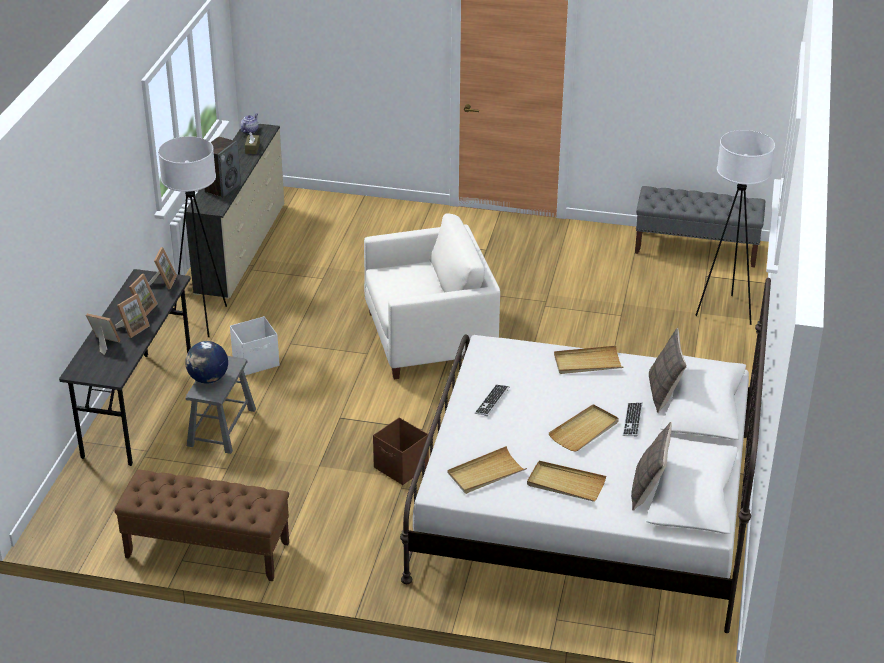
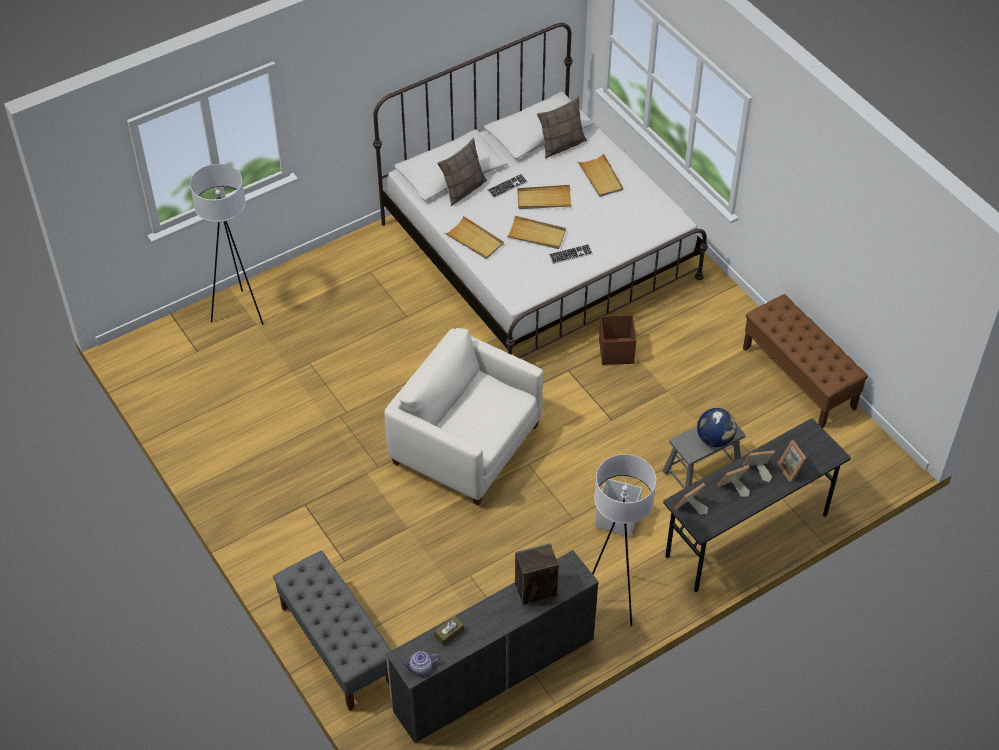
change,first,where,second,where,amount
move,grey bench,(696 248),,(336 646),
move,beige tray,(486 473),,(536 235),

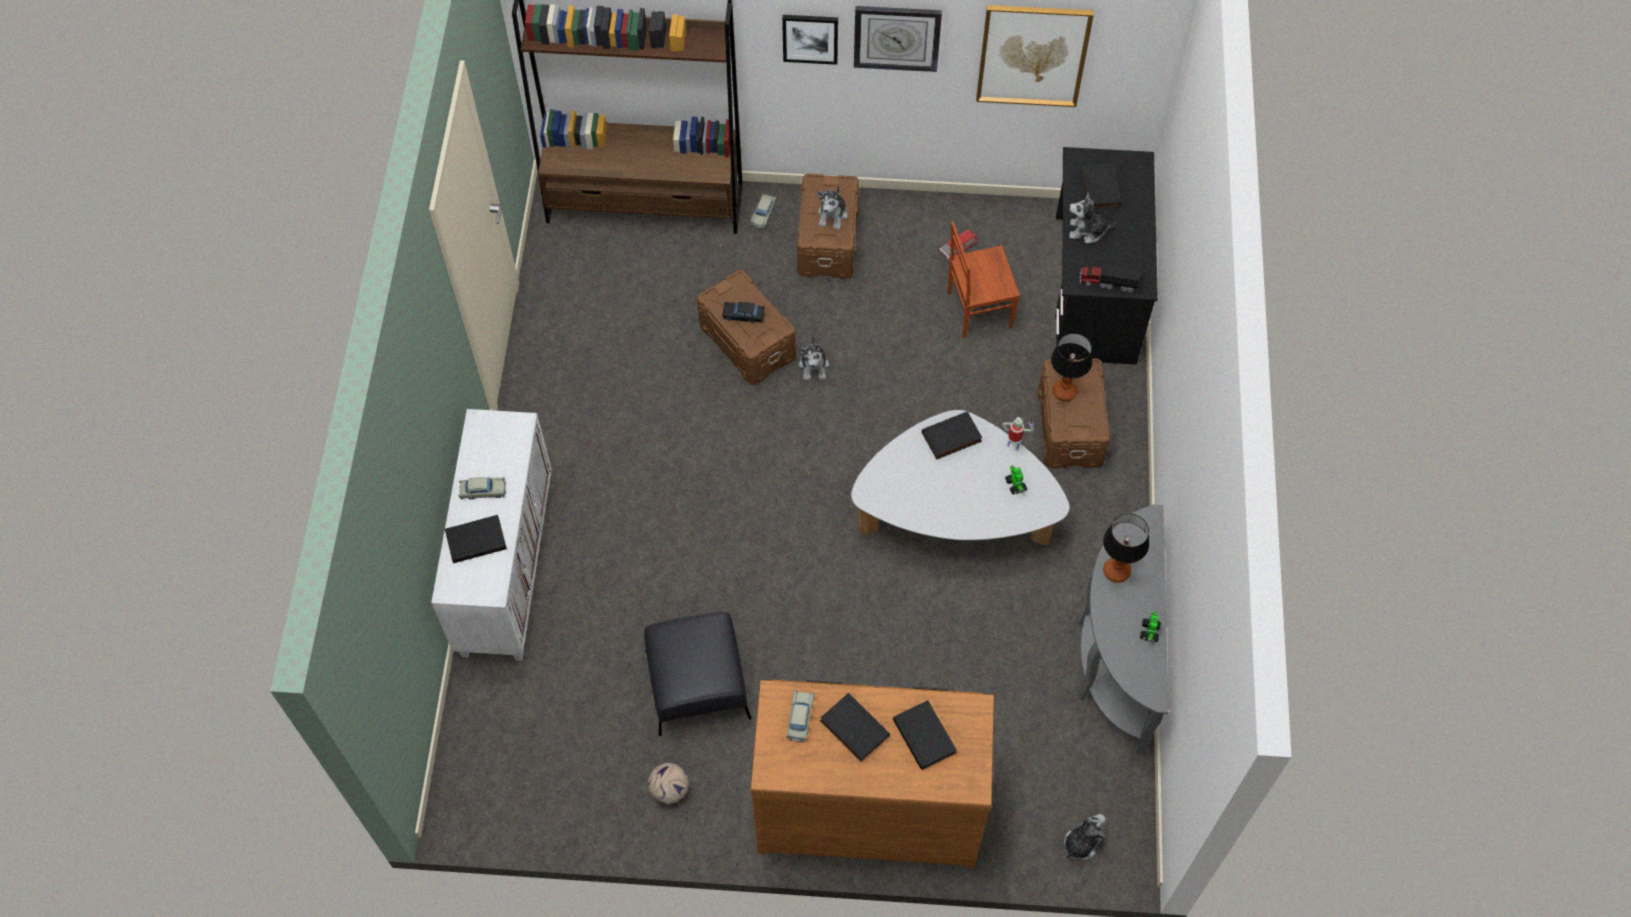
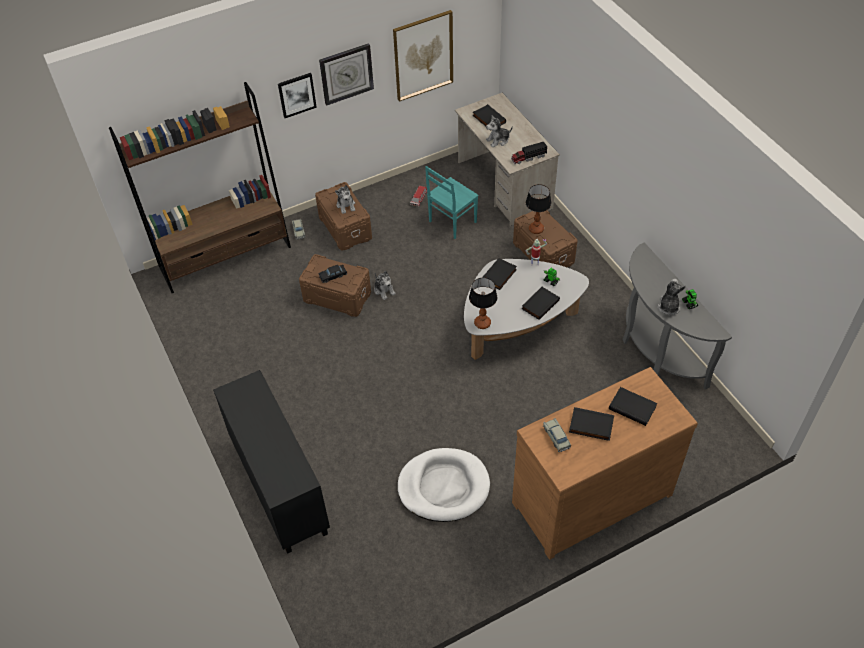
change,first,where,second,where,amount
recolor,white cabinet,(505 566),black cabinet,(278 487),
replace,black ottoman,(698 683),white dog bed,(443 487),
recolor,brown chair,(977 309),turquoise chair,(451 222),
recolor,black desk,(1094 290),beige desk,(504 185),
move,table lamp,(1116 571),,(482 323),
move,black book,(476 539),,(540 304),
move,plush toy,(1081 843),,(668 307),
delete,beige toy car,(483 491),,,
delete,football,(670 789),,,

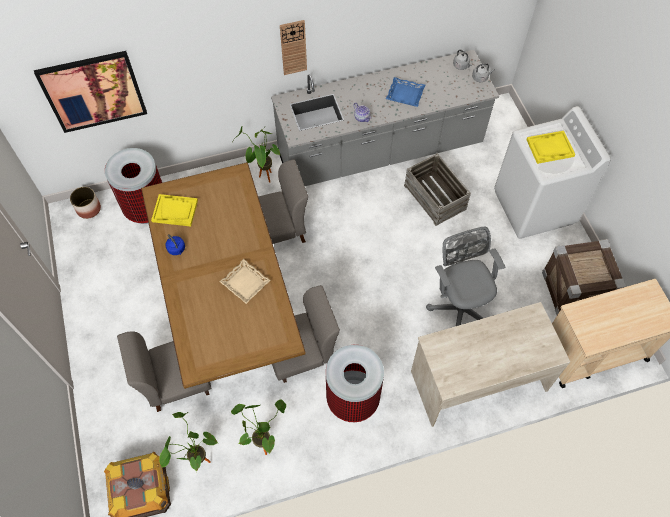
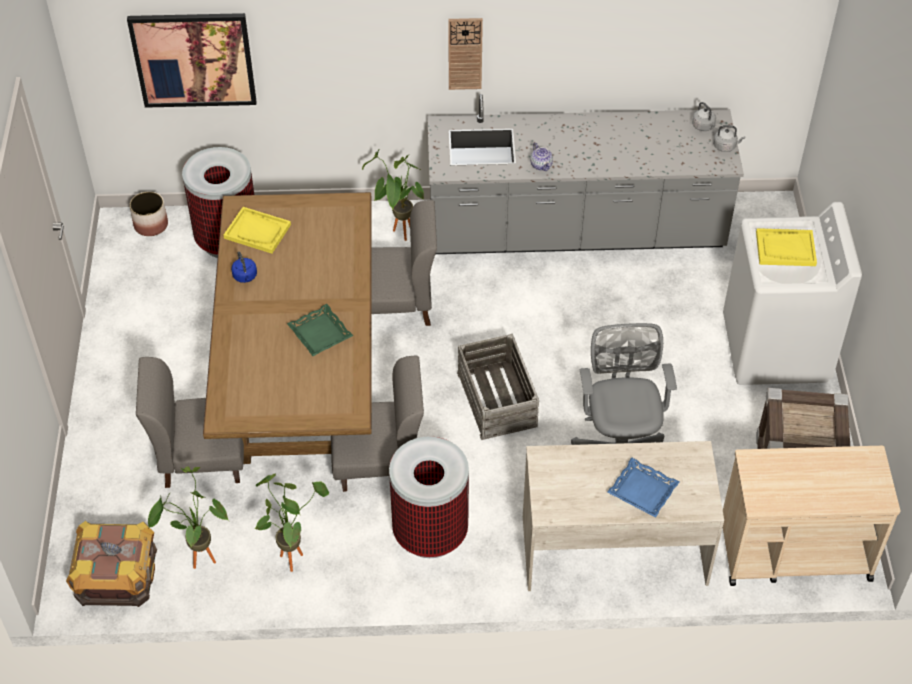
change,first,where,second,where,amount
recolor,beige tray,(245 283),green tray,(319 334),
move,crate,(435 197),,(497 399),
move,blue tray,(405 95),,(642 491),

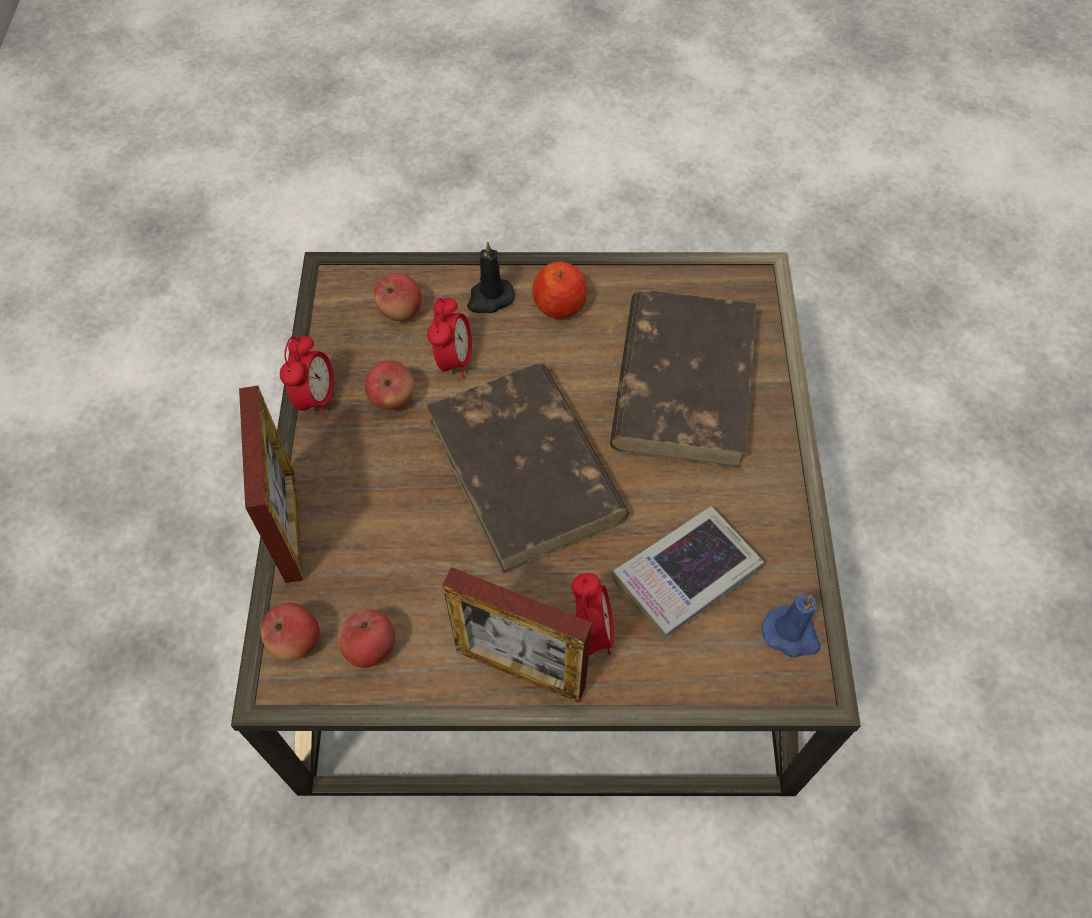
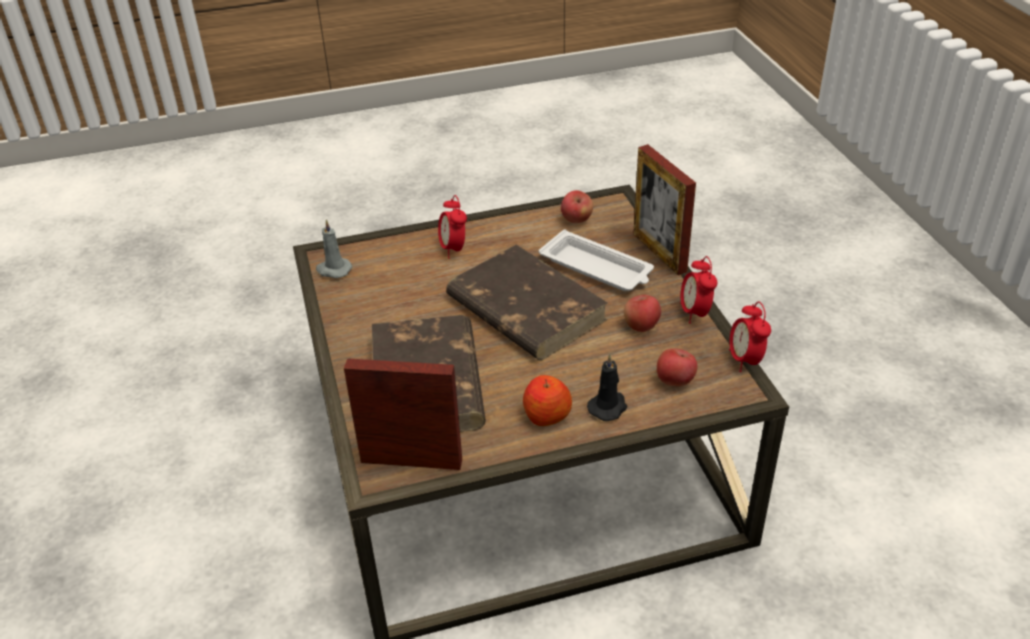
change,first,where,second,where,amount
recolor,blue candle,(791 634),grey candle,(333 270),
move,picture frame,(520 669),,(411 461),
insert,,,white tray,(597 268),
move,alarm clock,(453 360),,(745 360),
delete,apple,(296 641),,,
delete,book,(686 576),,,

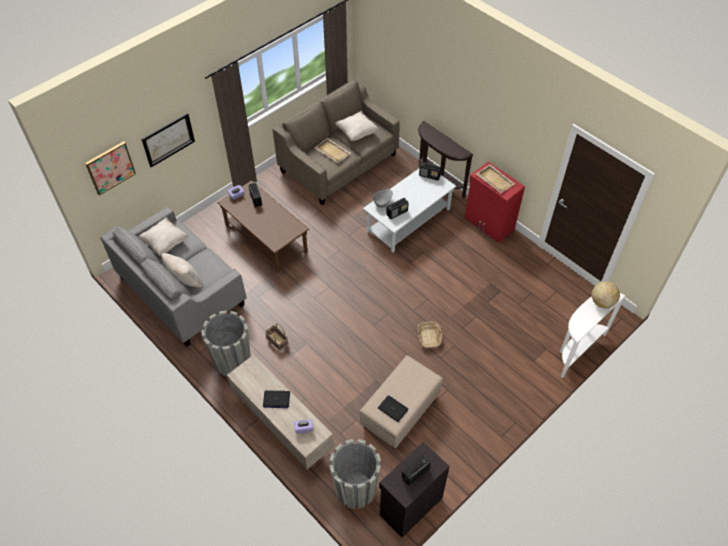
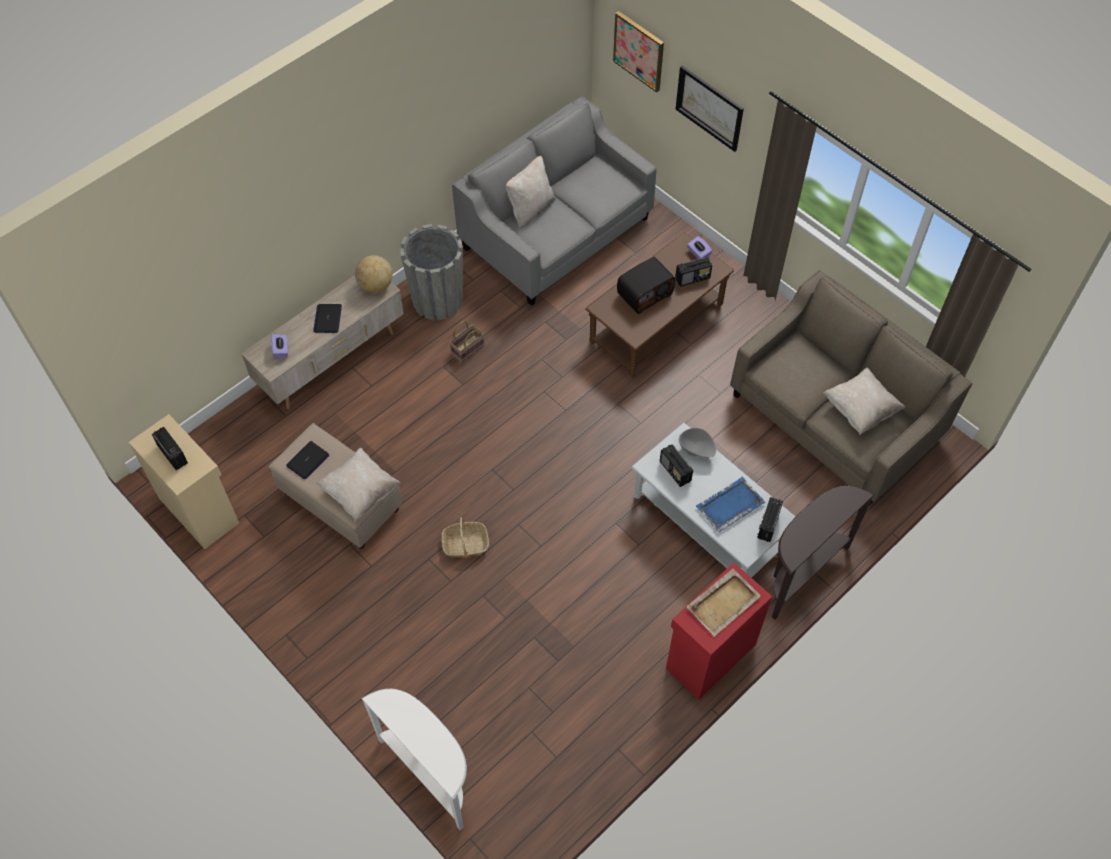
change,first,where,second,where,amount
recolor,black cabinet,(410 506),beige cabinet,(199 509),
move,beige pillow,(165 243),,(360 492),
move,globe,(602 302),,(376 285),
insert,,,radio,(644 293),
insert,,,blue tray,(729 506),
delete,beige tray,(332 151),,,
delete,grey planter,(355 489),,,

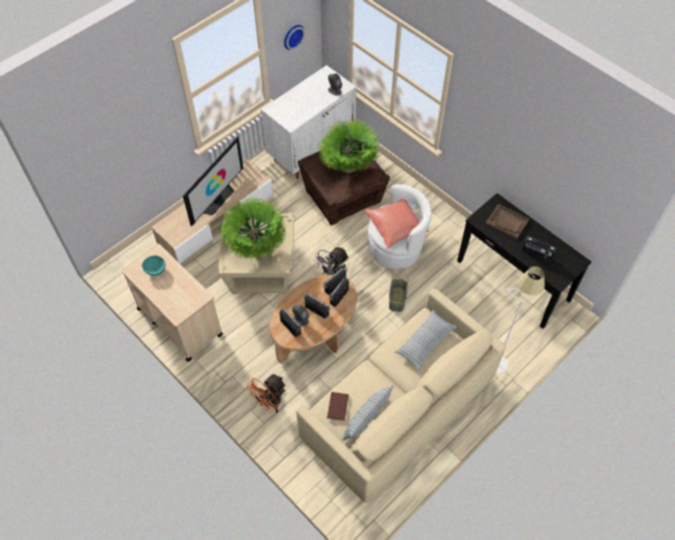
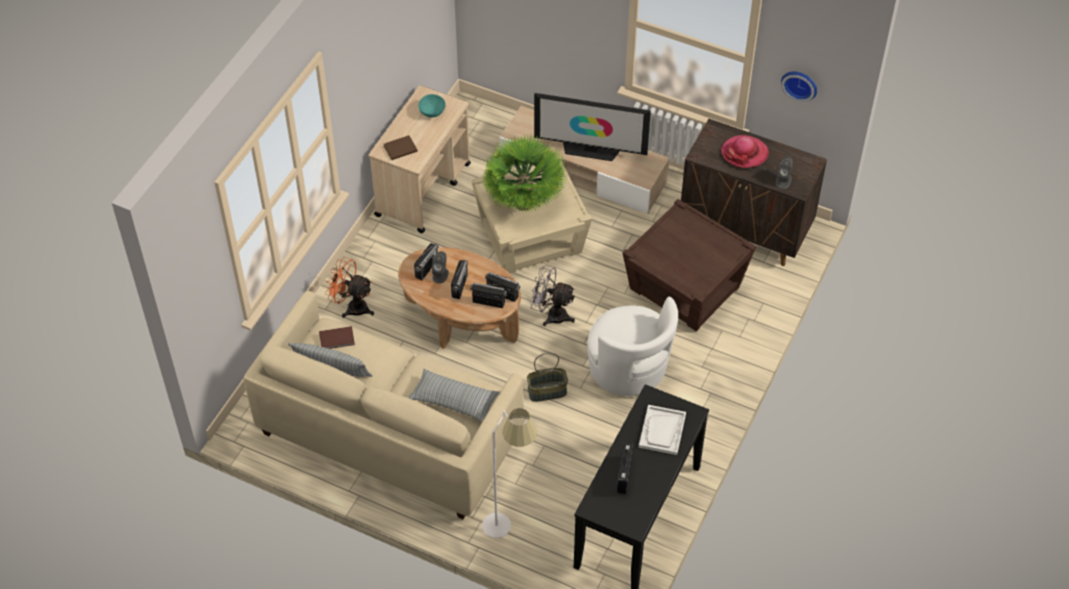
change,first,where,second,where,amount
insert,,,brown book,(399 148),
recolor,brown tray,(507 222),white tray,(662 431),
recolor,white cabinet,(311 150),brown cabinet,(746 231),
insert,,,hat,(744 153),
delete,potted plant,(348 166),,,
delete,red pillow,(396 227),,,

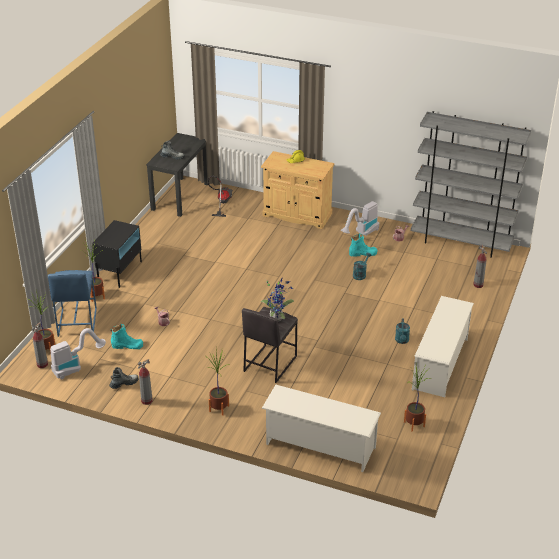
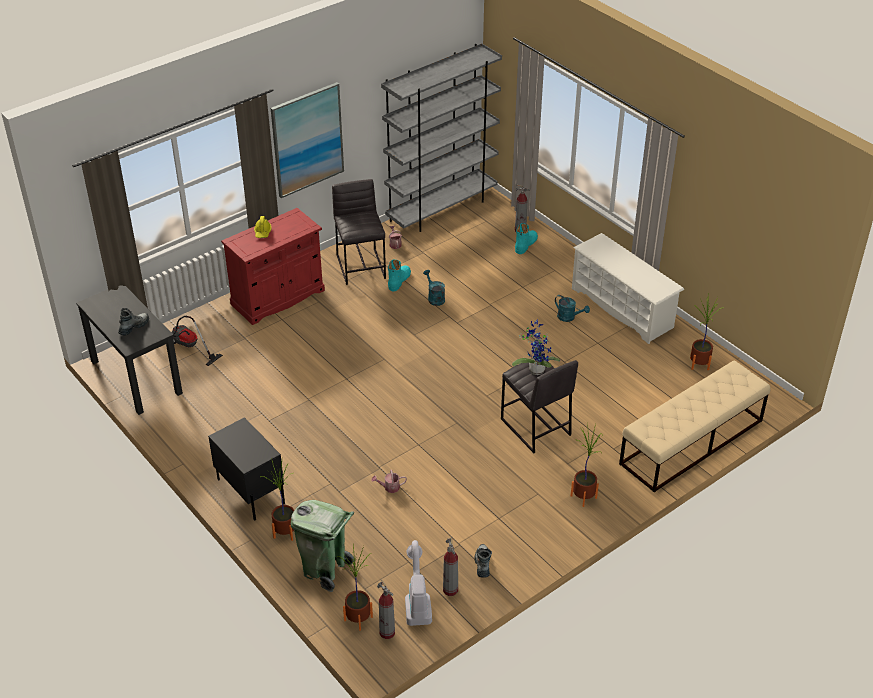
change,first,where,second,where,amount
recolor,beige cabinet,(297 215),red cabinet,(278 297),
insert,,,picture,(307 140),
replace,blue stool,(76 322),green trash can,(325 570),
replace,vacuum cleaner,(361 233),grey stool,(361 266),
move,fire extinguisher,(146 401),,(450 590),
move,turquoise boot,(127 346),,(525 244),
replace,white shoe rack,(319 446),beige bench,(691 442),

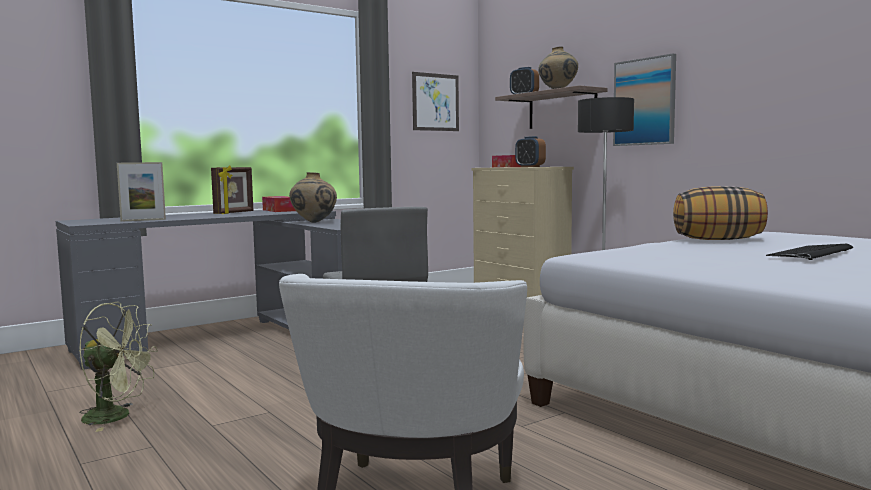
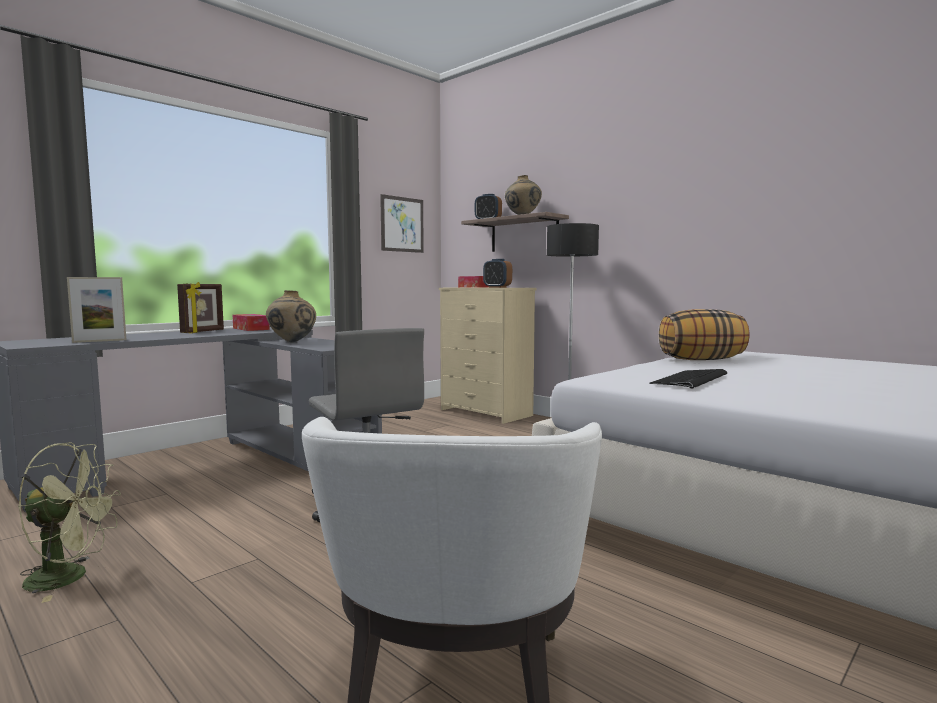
change,first,where,second,where,amount
move,keyboard,(811 253),,(690 380),
delete,picture,(644 102),,,

